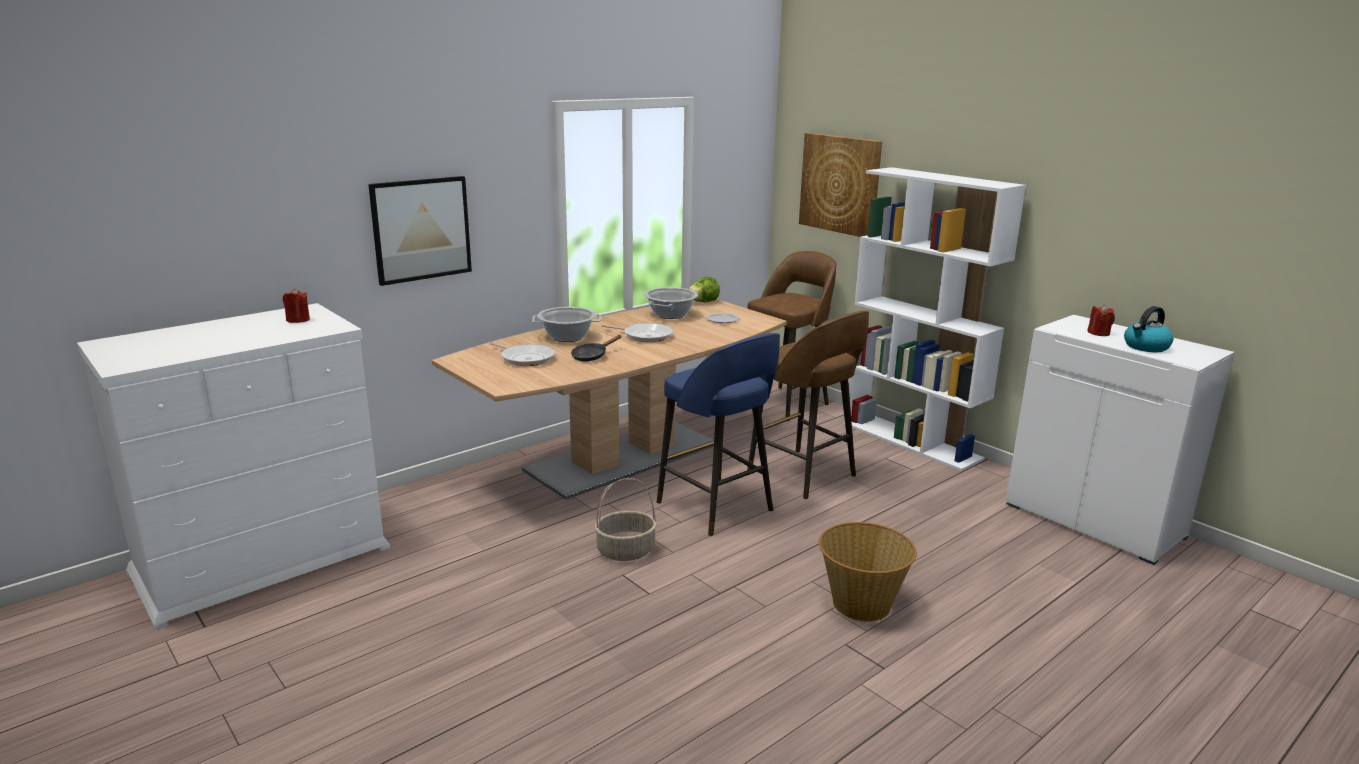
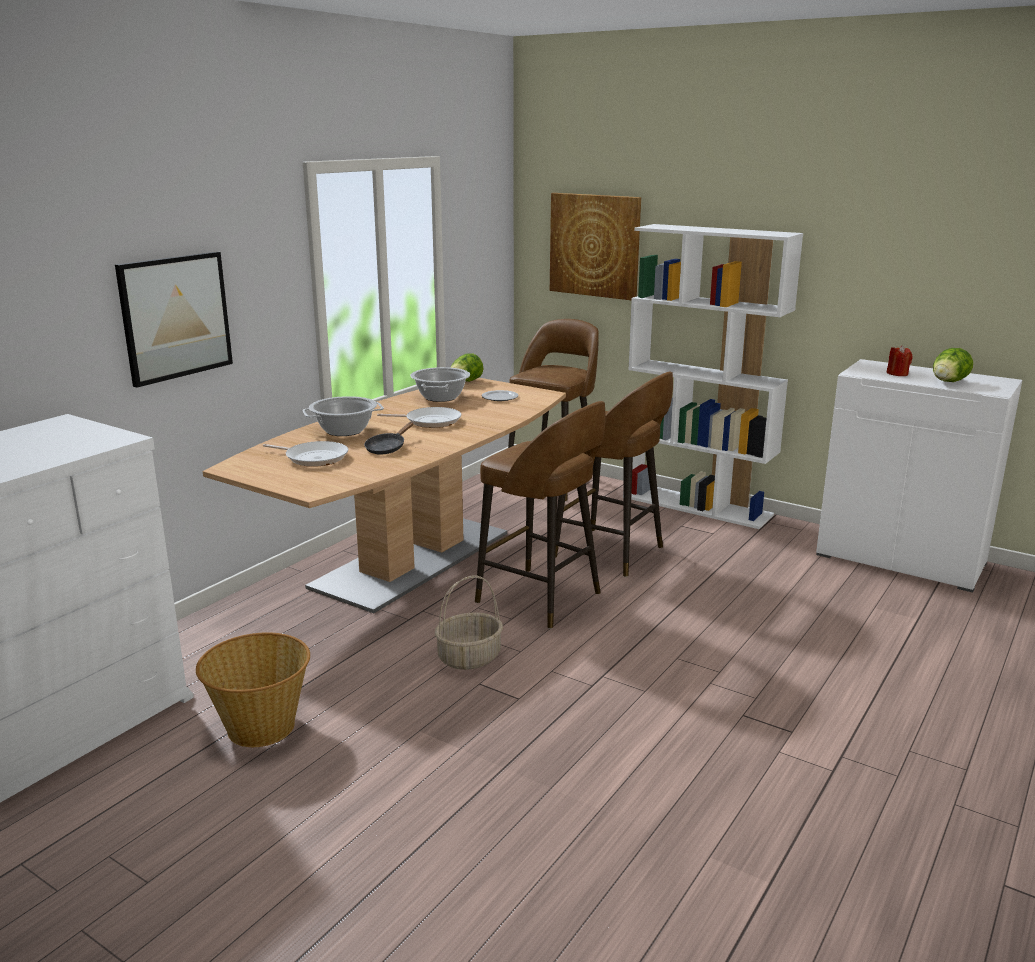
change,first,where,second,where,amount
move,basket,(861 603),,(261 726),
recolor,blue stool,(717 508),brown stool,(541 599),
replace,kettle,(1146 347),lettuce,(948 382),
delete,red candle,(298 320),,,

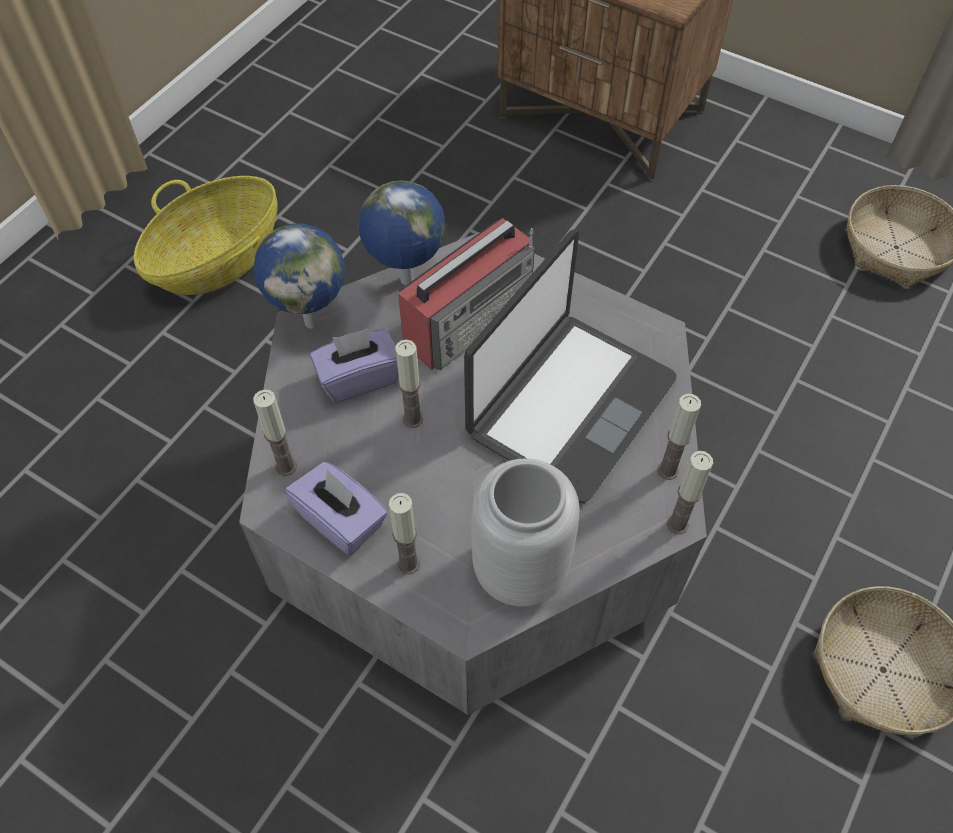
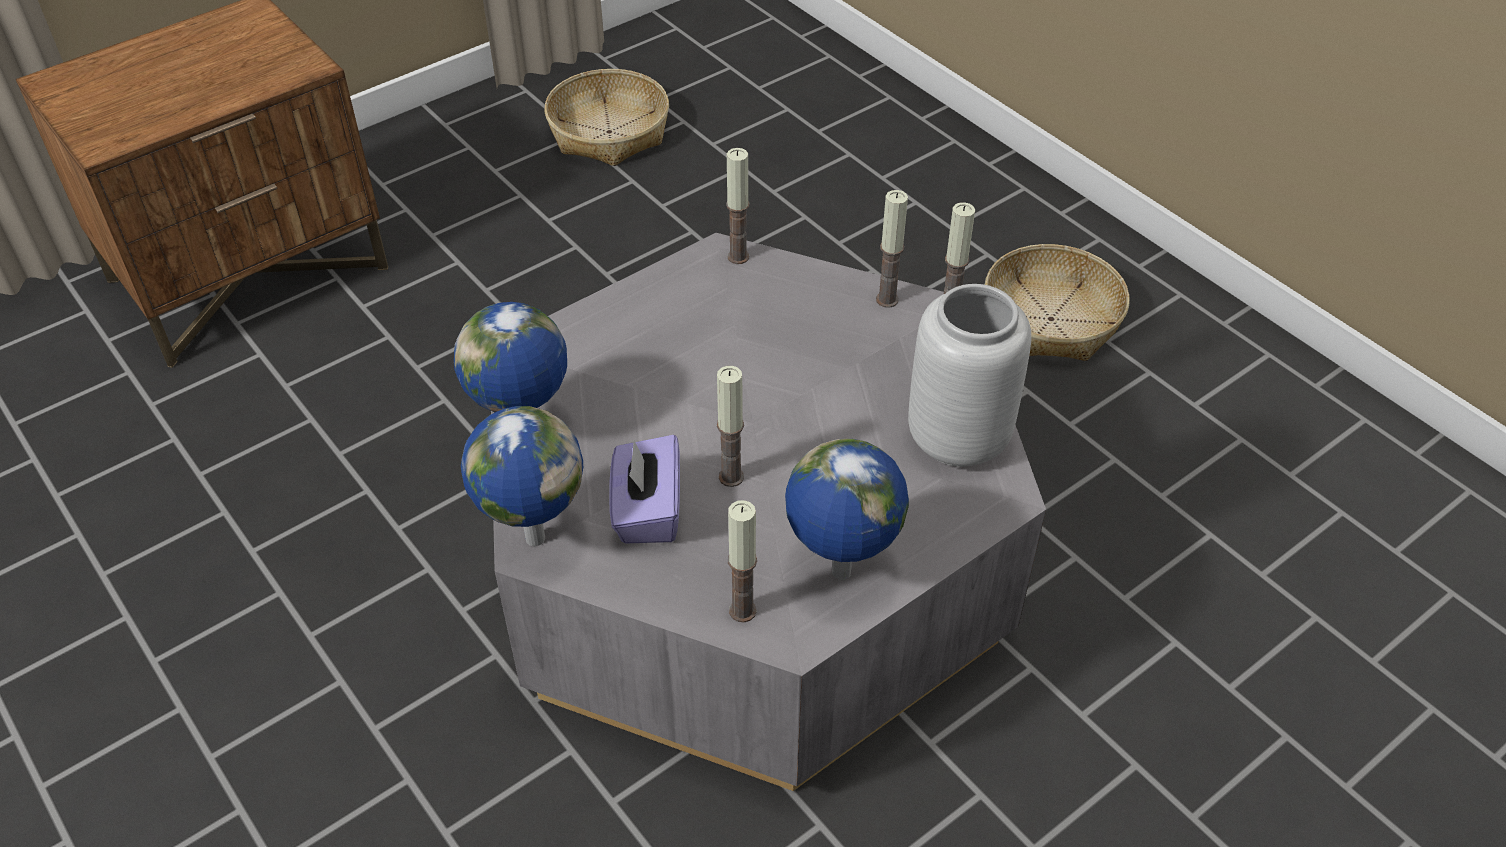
change,first,where,second,where,amount
move,candle,(409 563),,(738 257),
replace,purple tissue box,(341 520),globe,(840 574),
delete,basket,(217 260),,,
delete,radio,(470 319),,,
delete,laptop,(569 405),,,

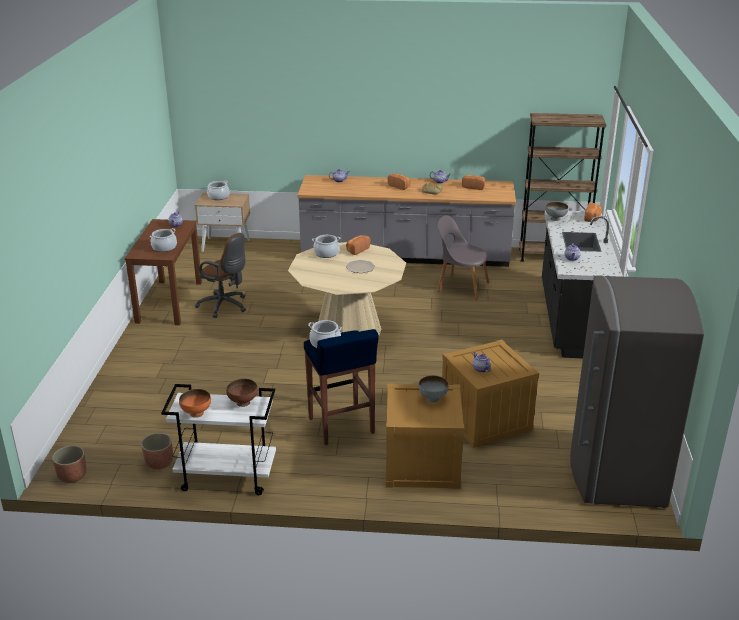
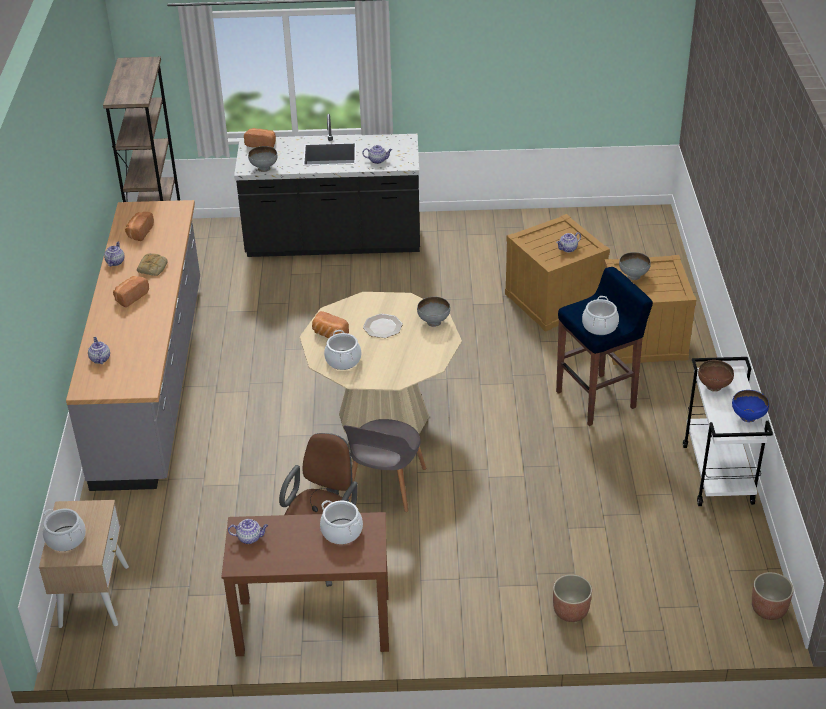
change,first,where,second,where,amount
move,grey chair,(460 286),,(385 486),
insert,,,grey bowl,(433 322),
move,planter,(159 463),,(570 611),
recolor,orange bowl,(196 413),blue bowl,(747 417),
delete,grey fridge,(615 473),,,

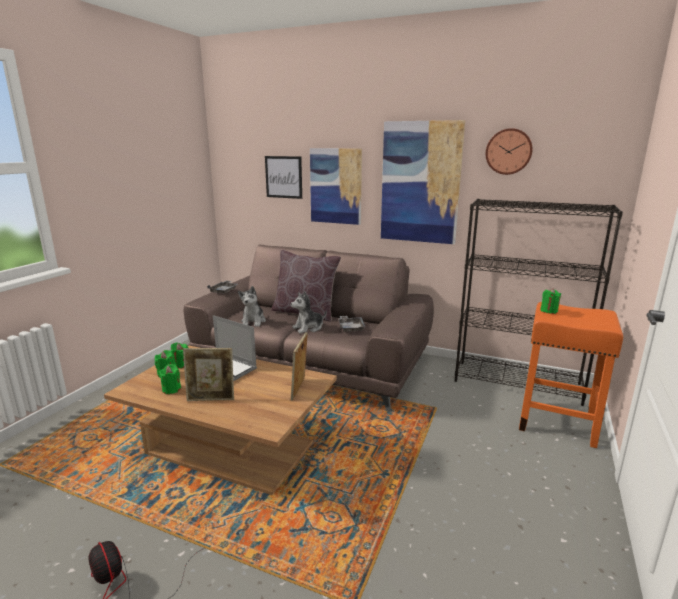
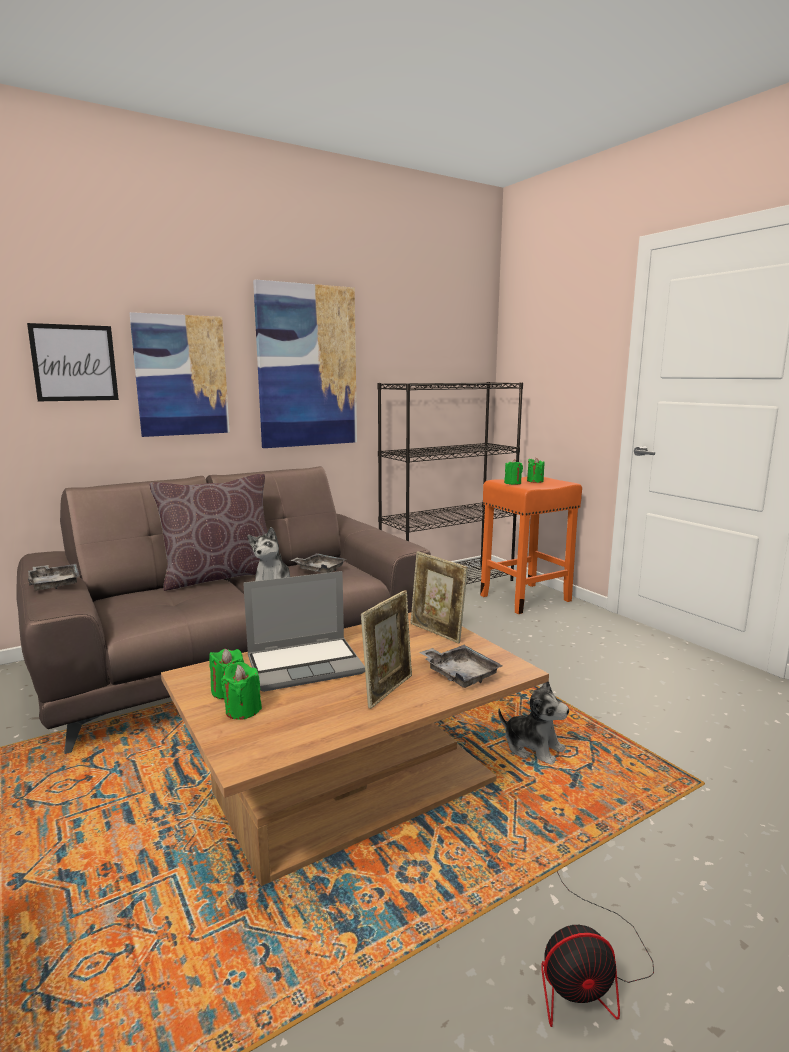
change,first,where,second,where,amount
insert,,,grey tray,(460 674),
move,plush toy,(253 321),,(533 748),
move,green candle,(171 389),,(535 481),
delete,wall clock,(508 151),,,

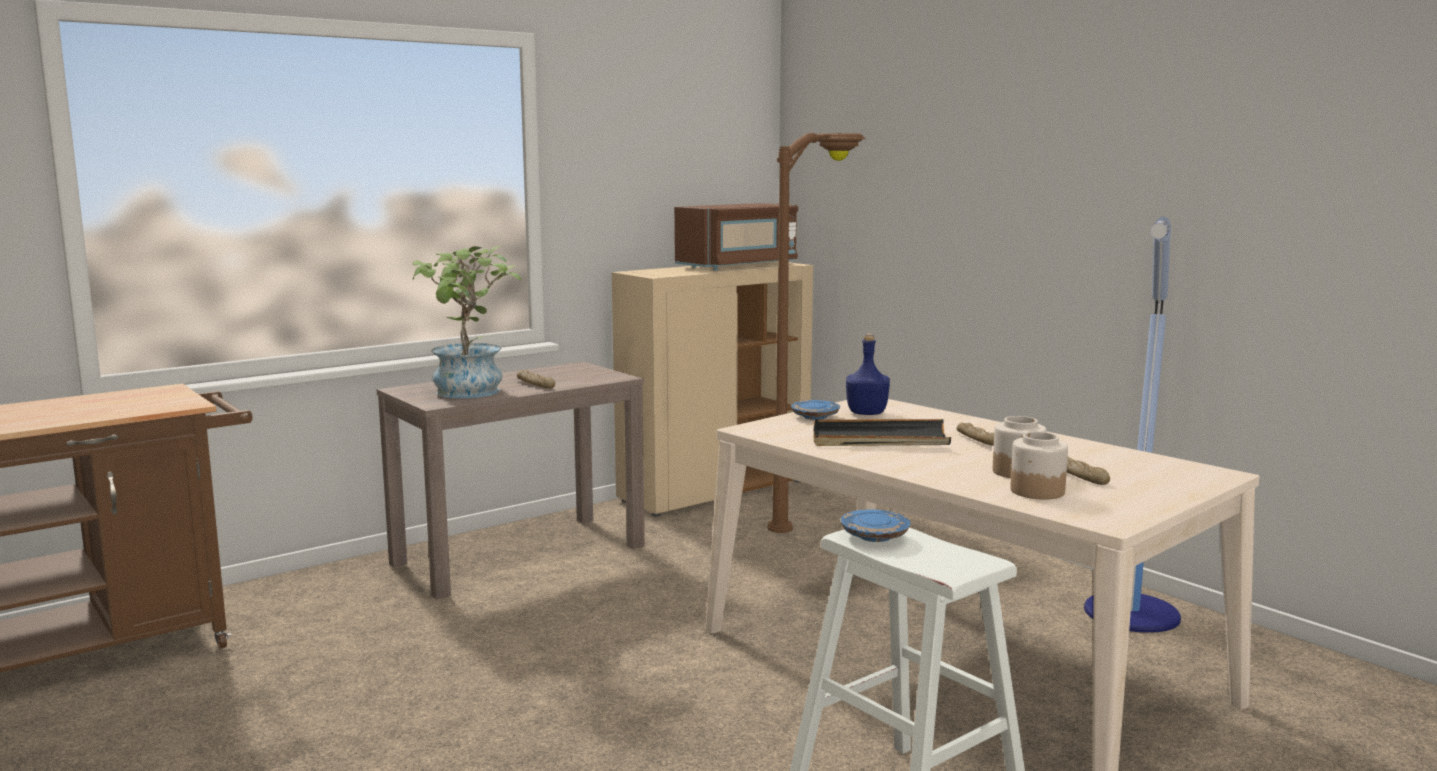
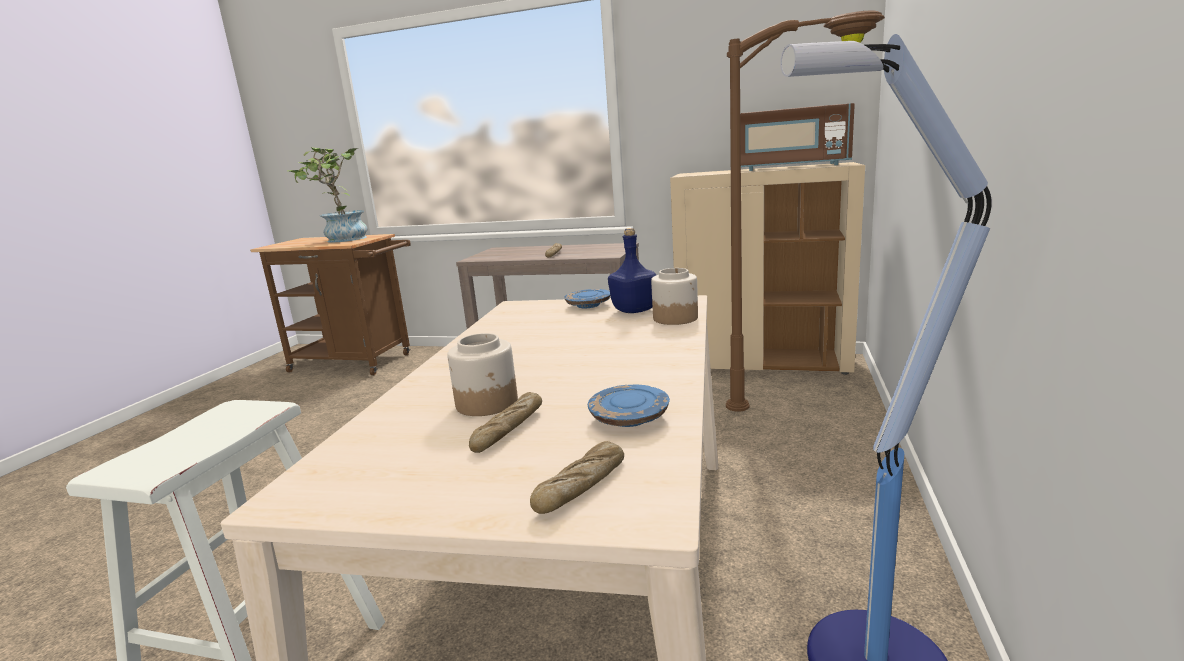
change,first,where,second,where,amount
move,potted plant,(469 393),,(341 240),
move,bread,(977 441),,(581 486),
move,blue plate,(875 536),,(629 418),
move,jar,(1036 491),,(675 318),
delete,black tray,(879 439),,,

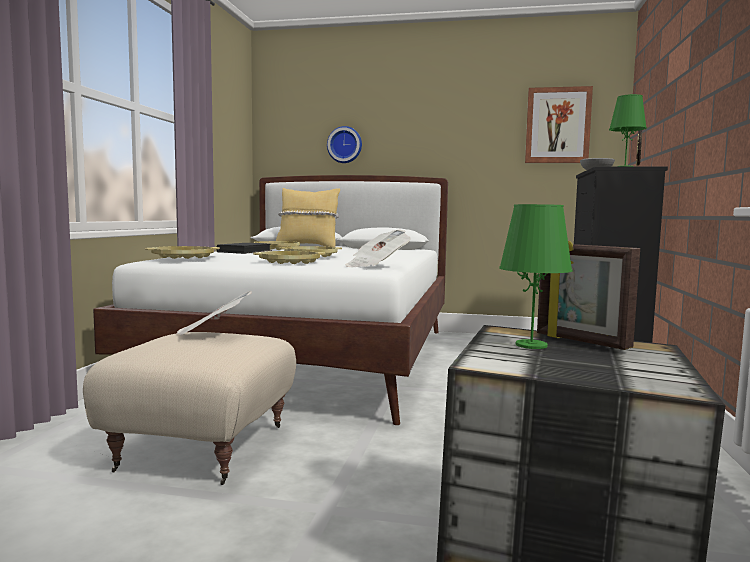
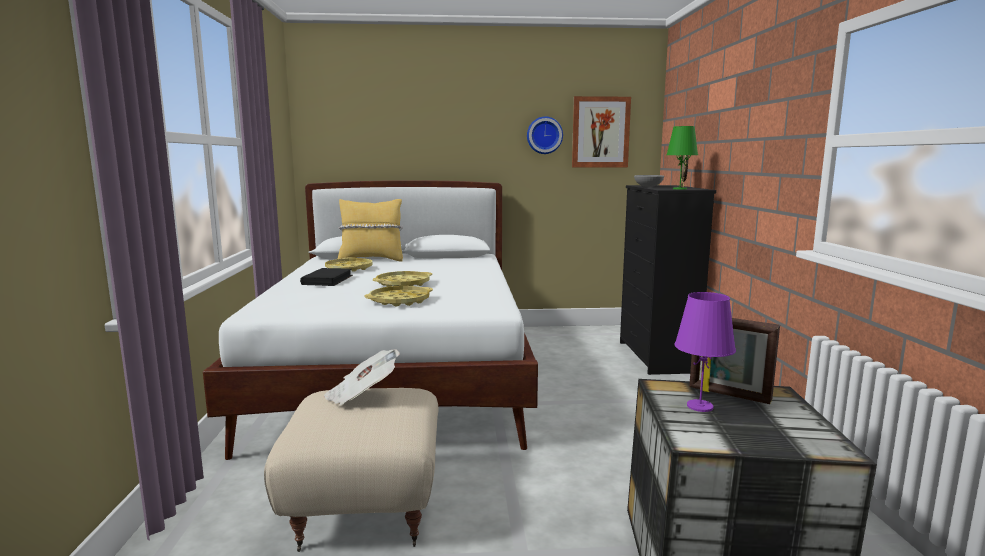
change,first,where,second,where,amount
move,wall clock,(345 145),,(544 135),
recolor,green table lamp,(531 345),purple table lamp,(699 406),
delete,yellow tray,(183 257),,,
delete,newspaper,(376 266),,,

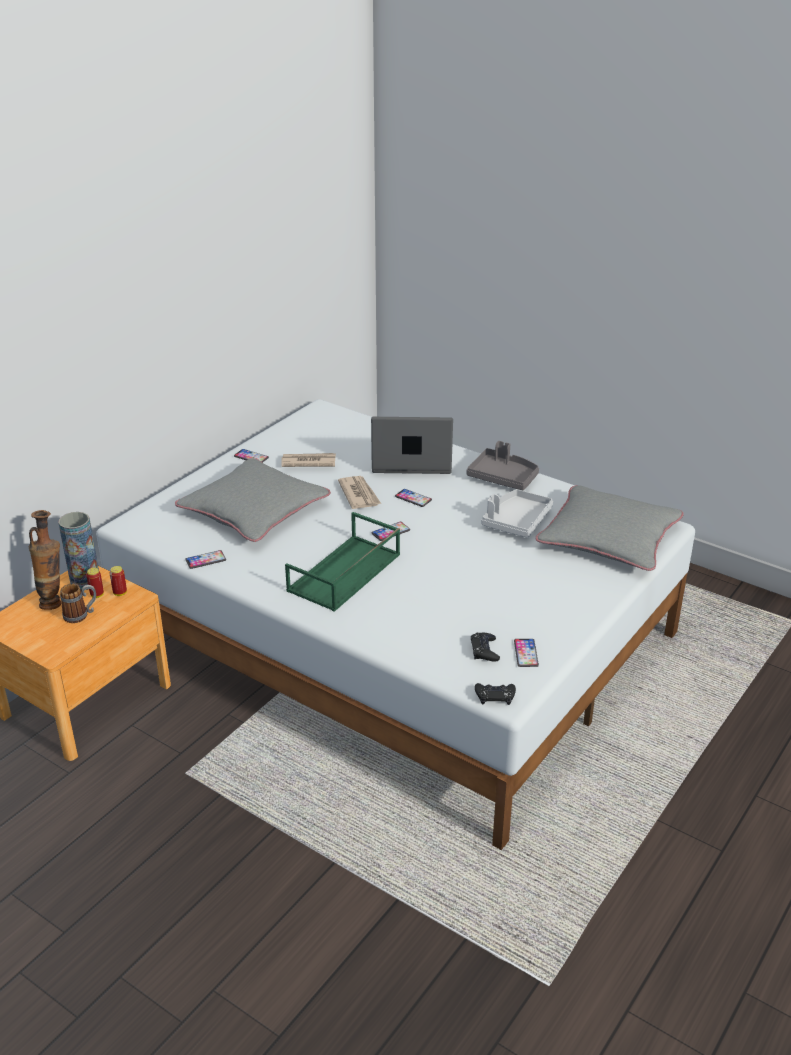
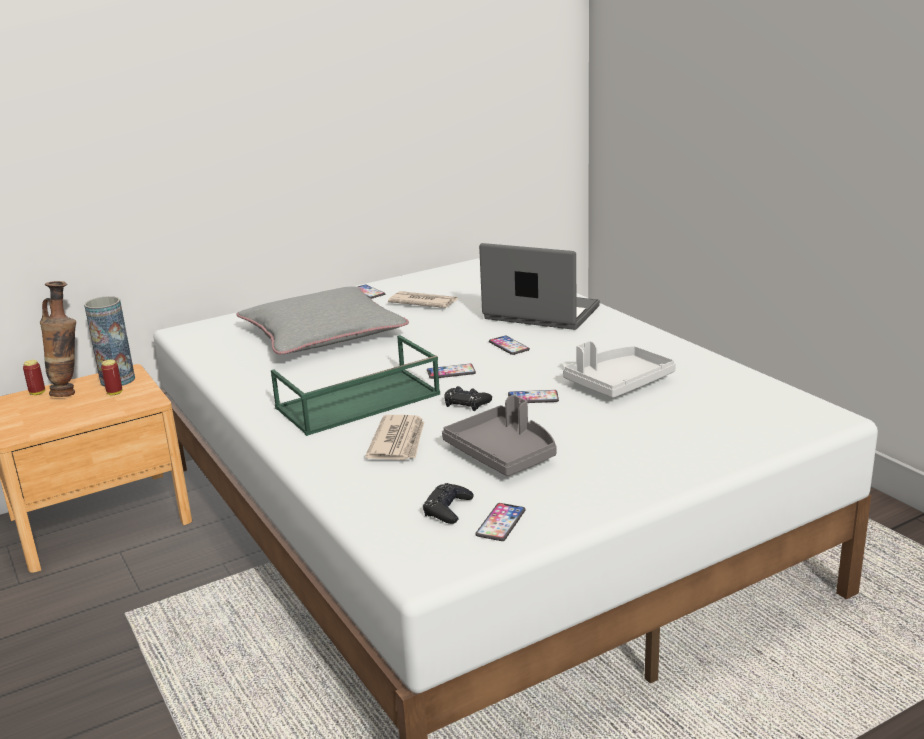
change,first,where,second,where,amount
move,can,(120 593),,(37 393),
move,newspaper,(359 494),,(399 441),
move,grey tray,(503 477),,(503 454),
move,black game controller,(495 696),,(466 403),
move,phone,(205 560),,(533 398),
delete,mug,(81 615),,,
delete,grey pillow,(609 538),,,

